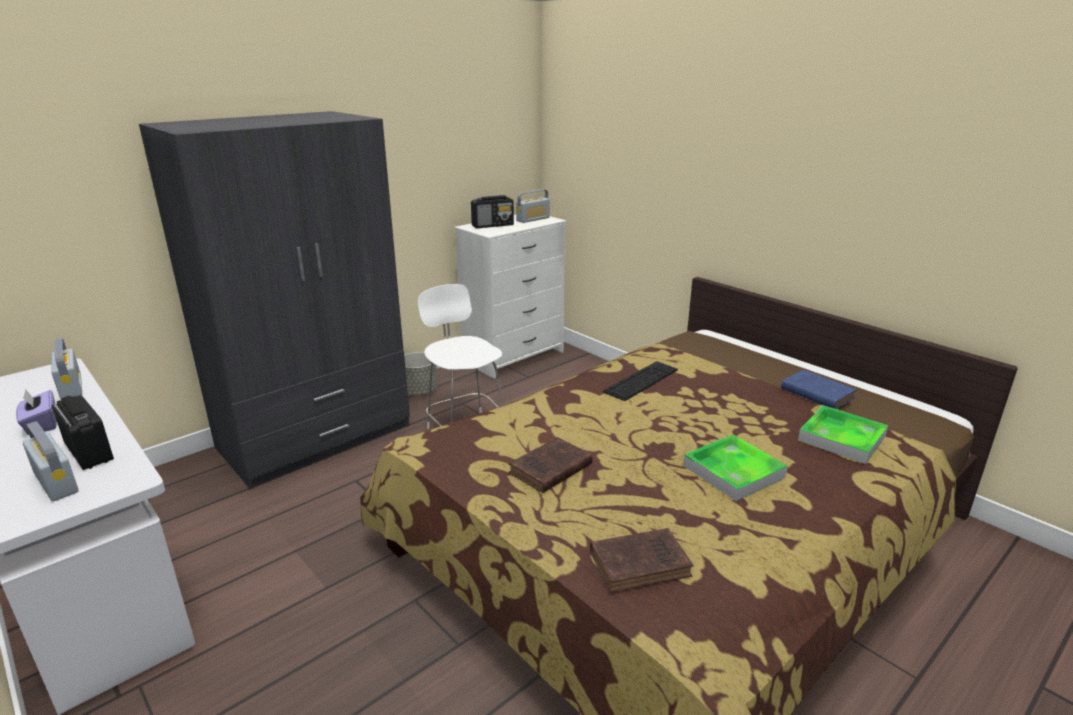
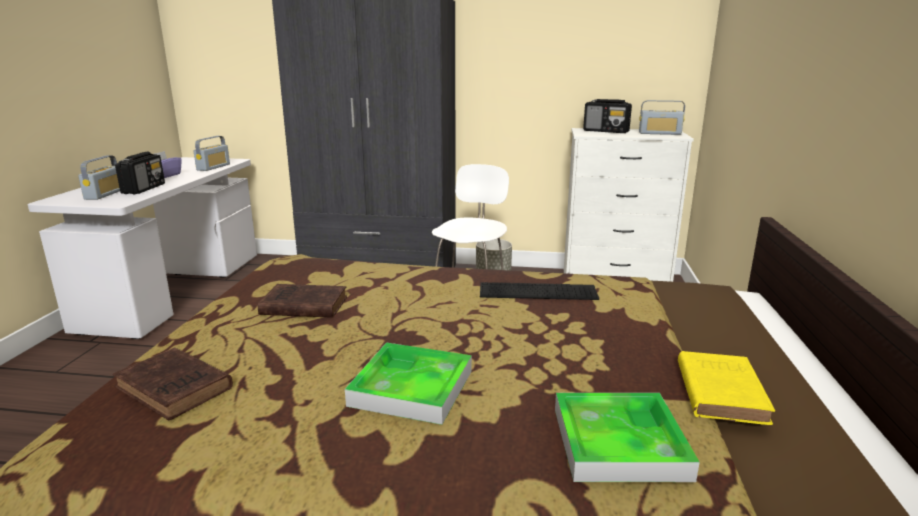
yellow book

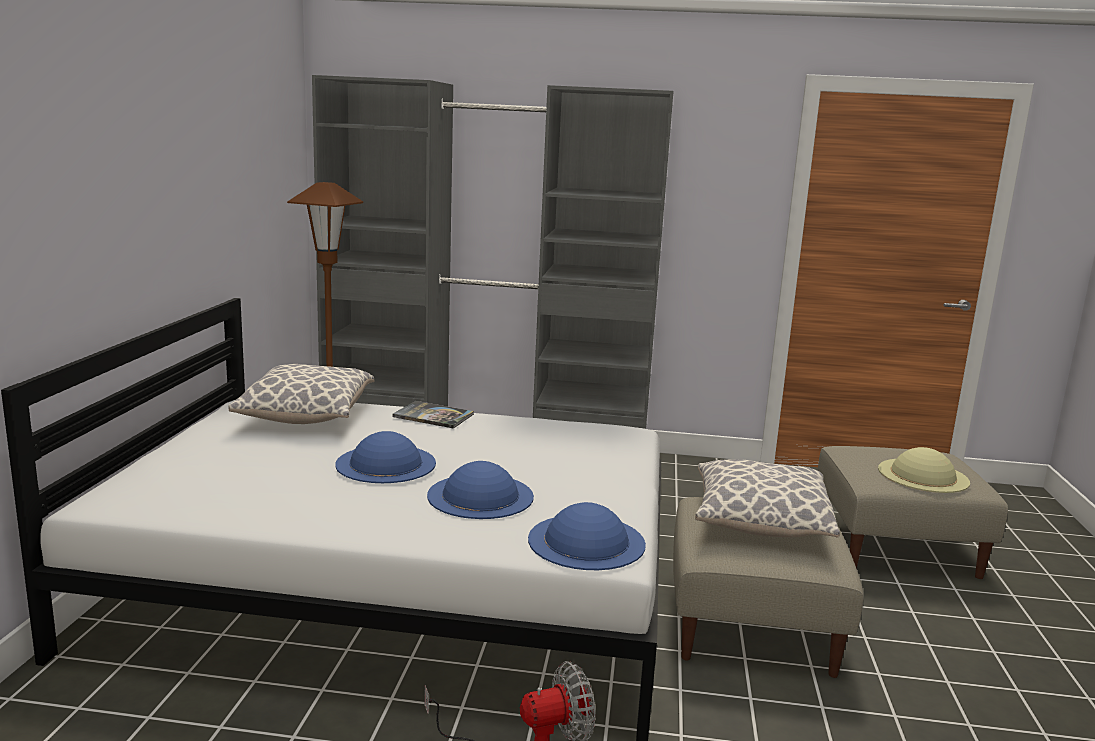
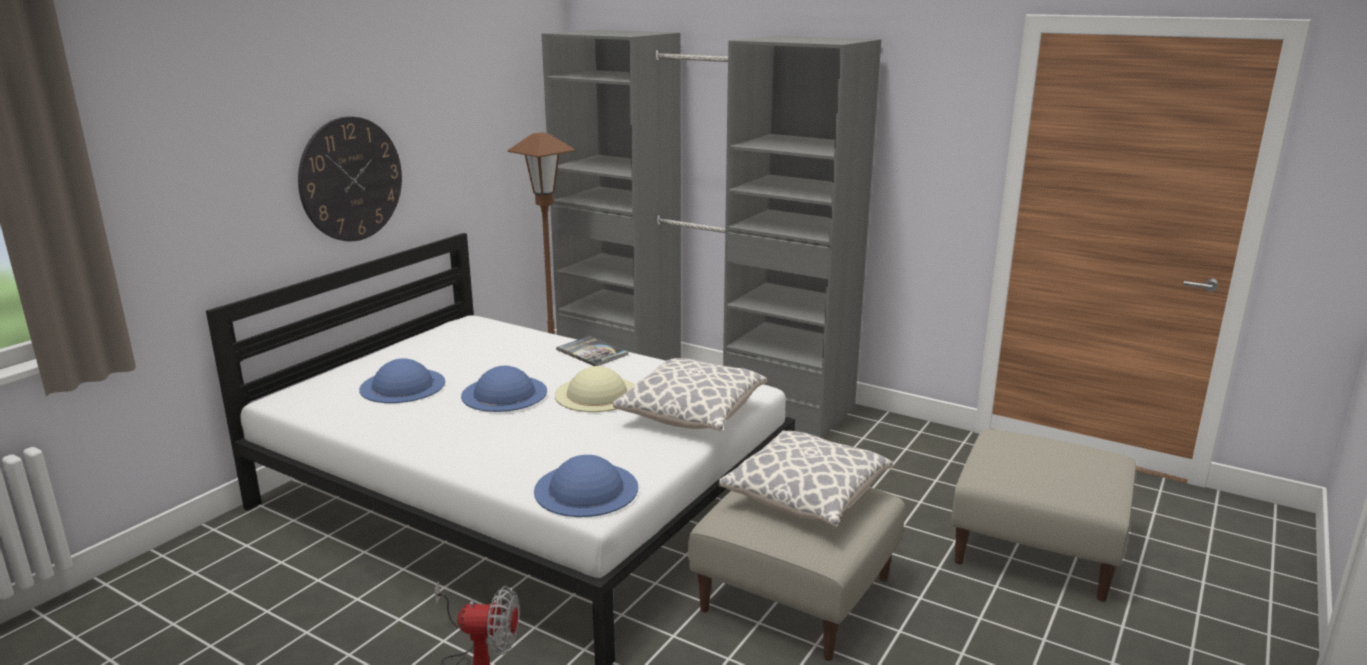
wall clock
blue hat (1st from left)
beige hat
pillow (1st from left)

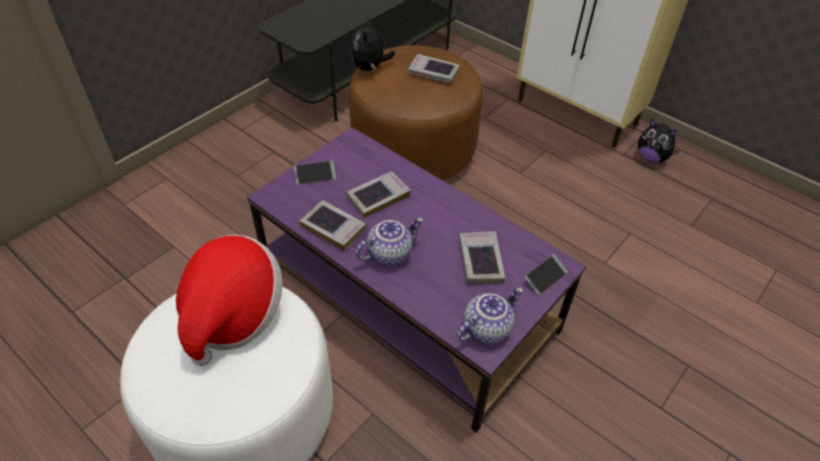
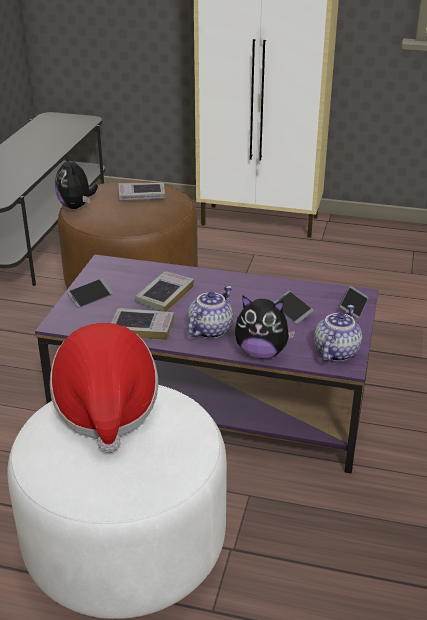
plush toy (2nd from left)
phone (2nd from left)

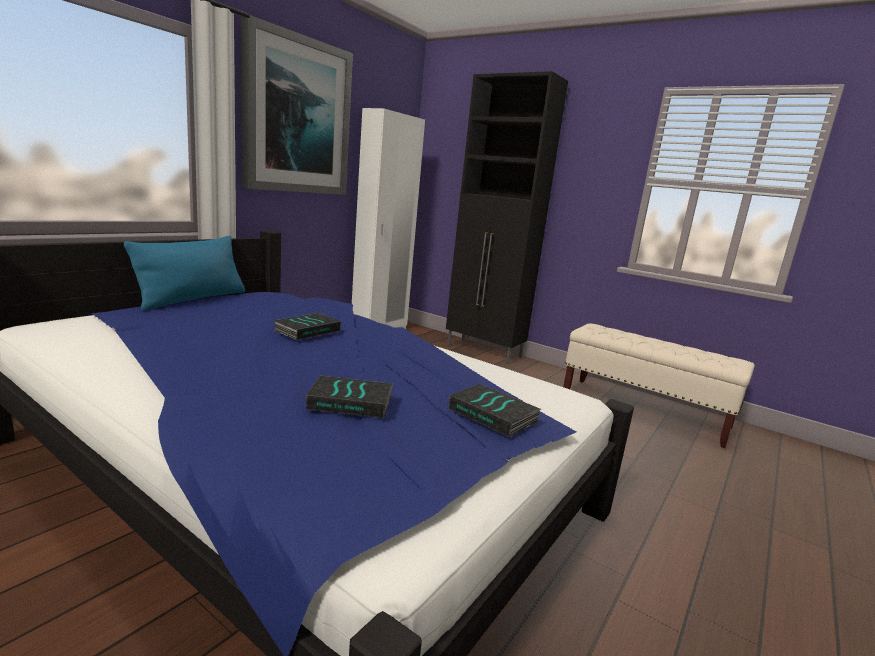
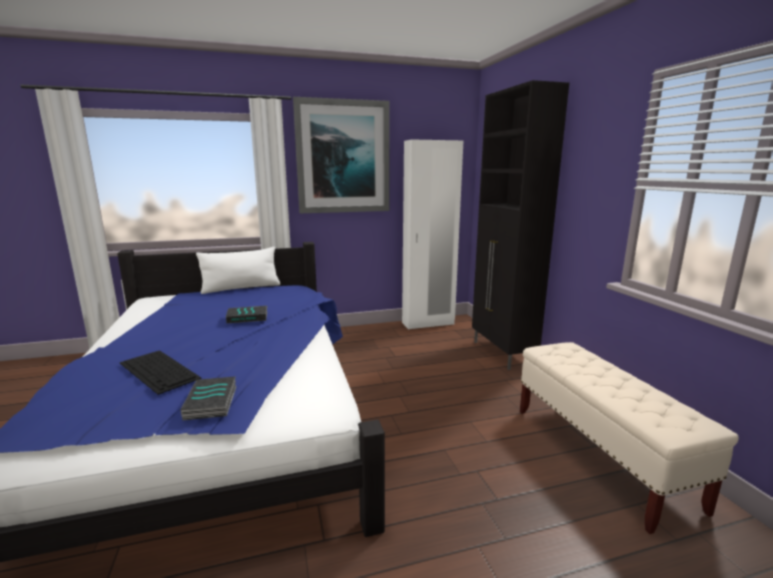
keyboard
white pillow

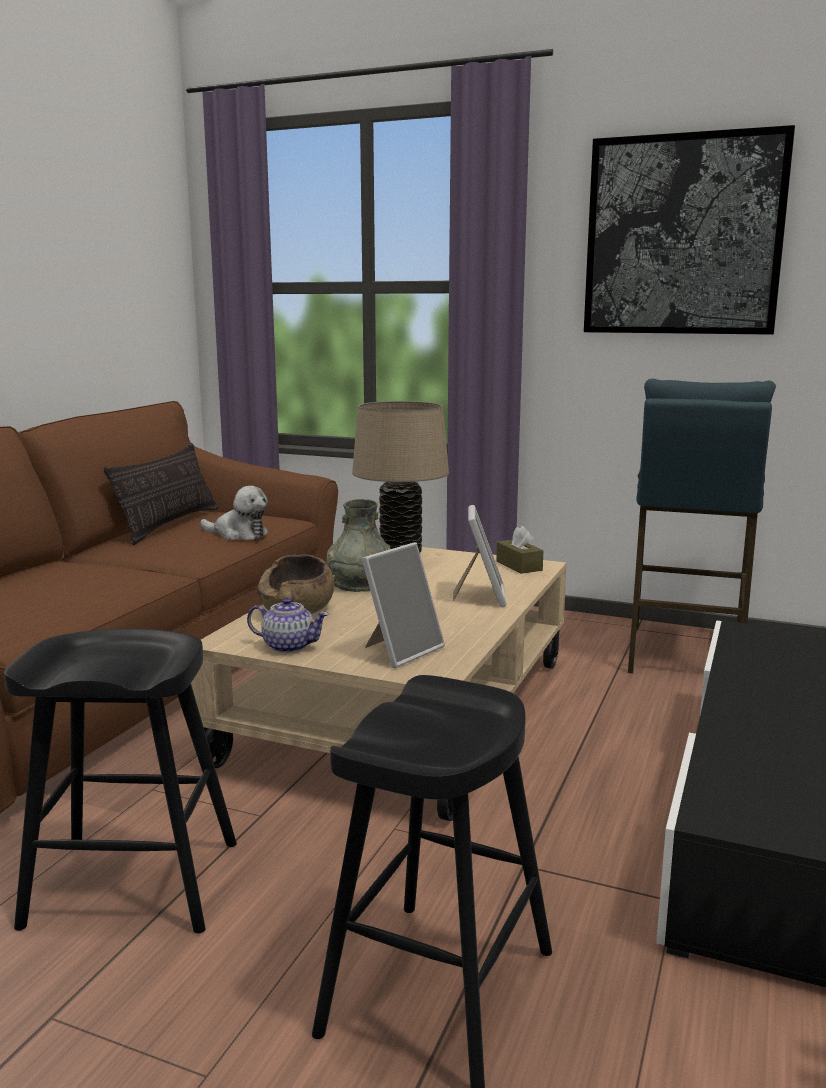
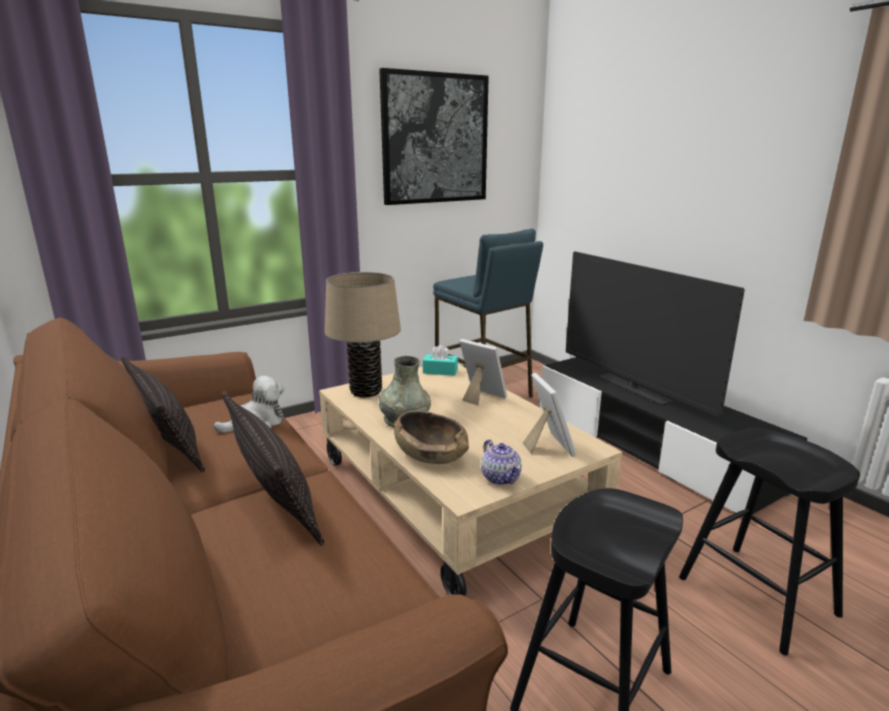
pillow (2nd from left)
turquoise tissue box
teapot
television

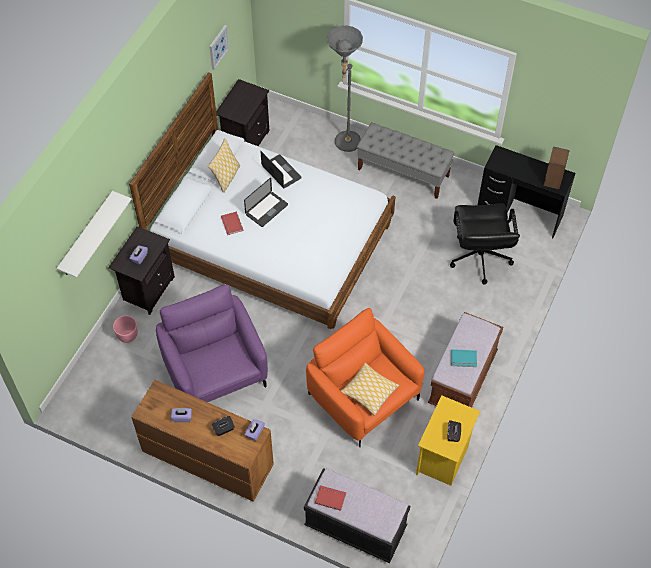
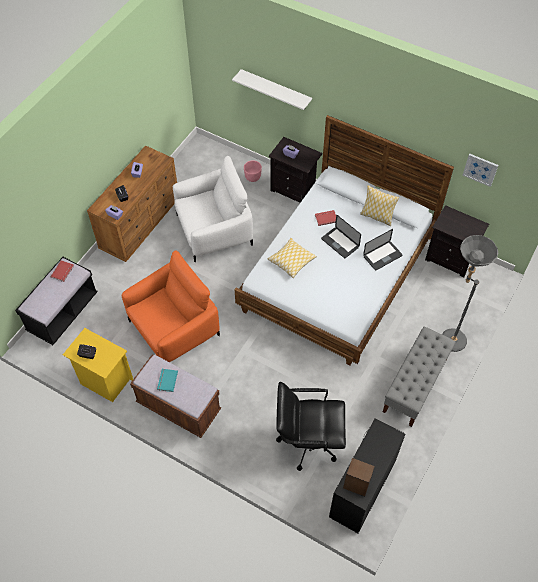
white armchair
pillow (1st from left)

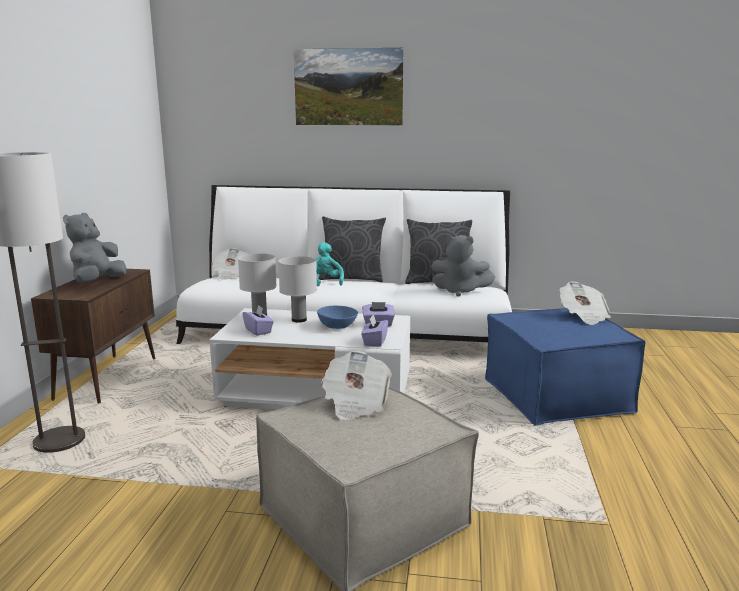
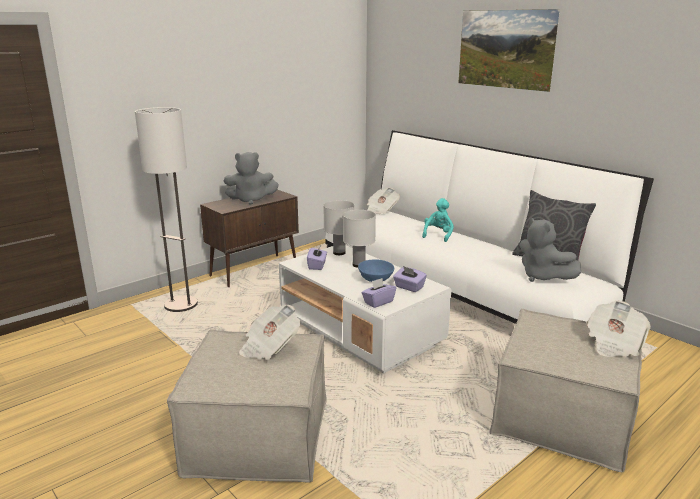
grey plush toy (1st from left)
beige ottoman (2nd from left)
grey pillow (1st from left in the first image)

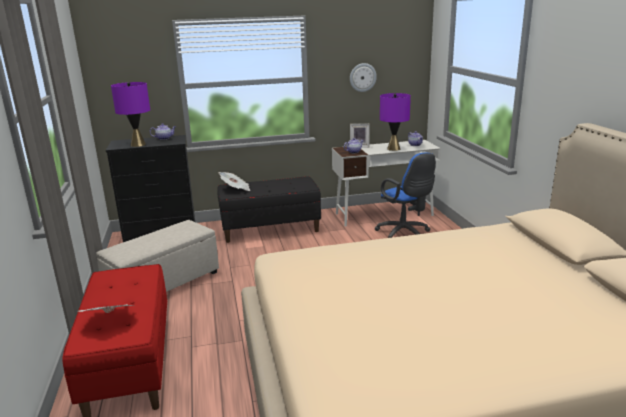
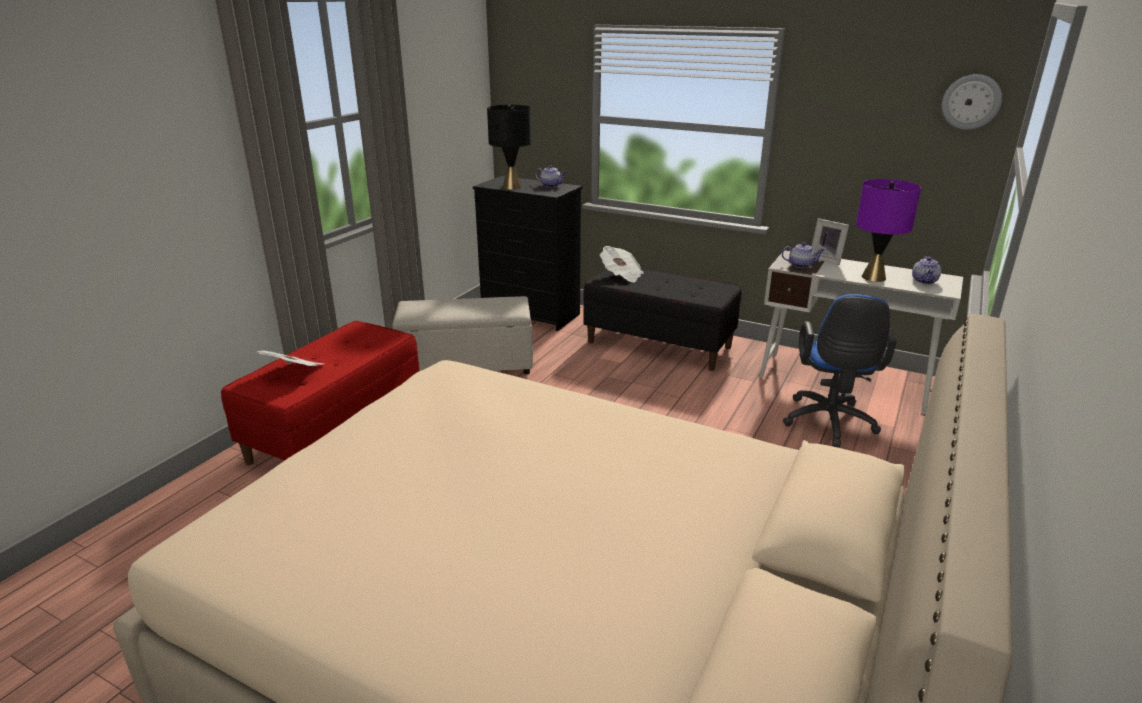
black table lamp
wall clock

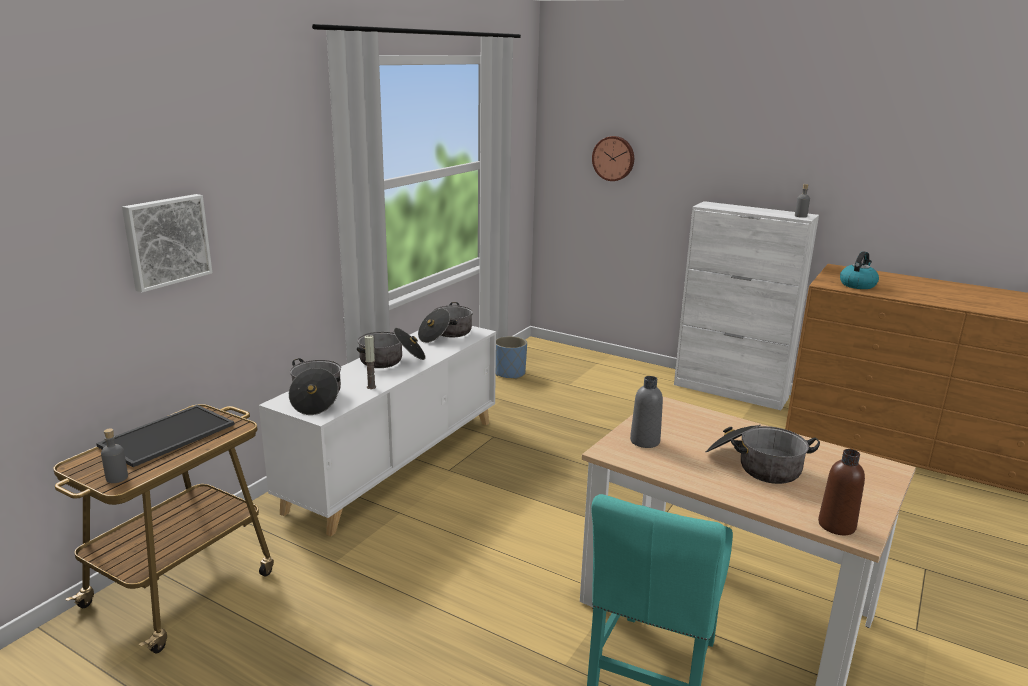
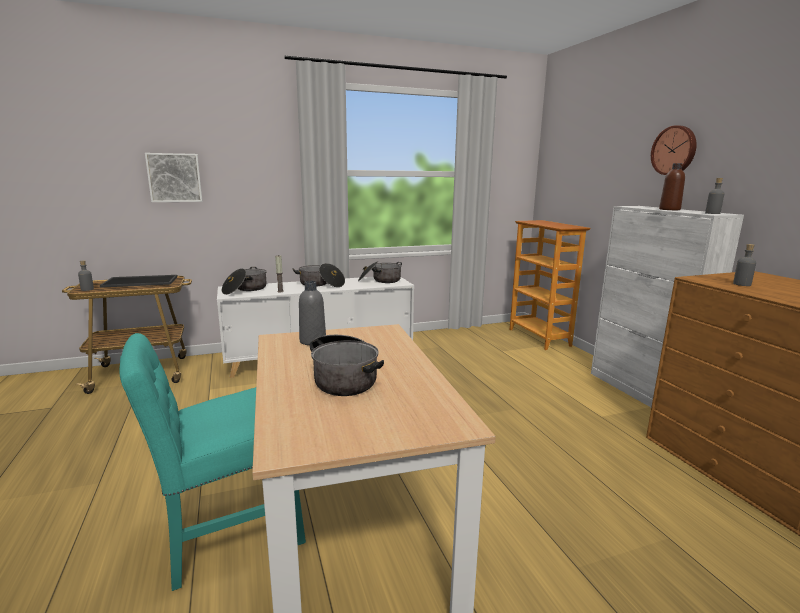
bookcase
wall clock
brown bottle
grey bottle (4th from left)
blue planter

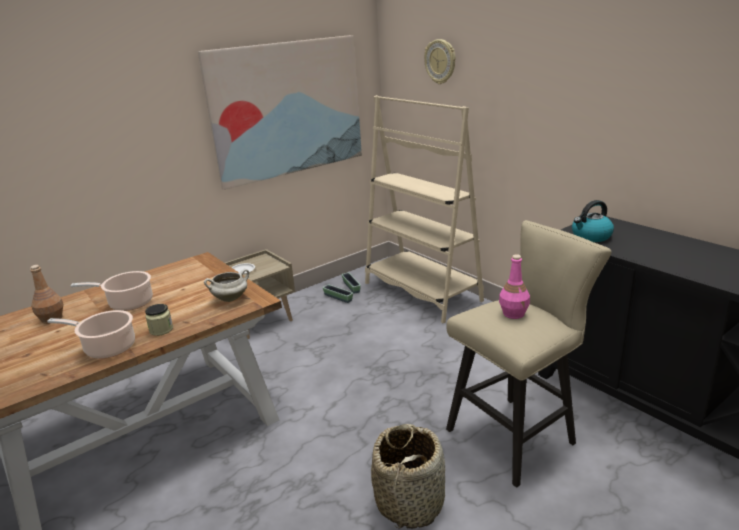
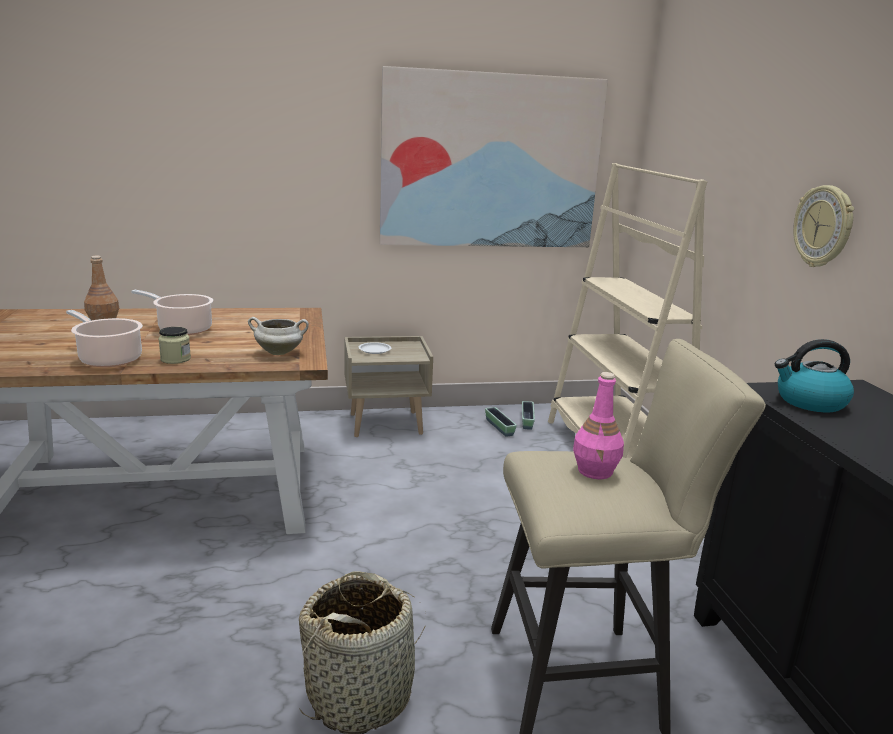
wall clock

